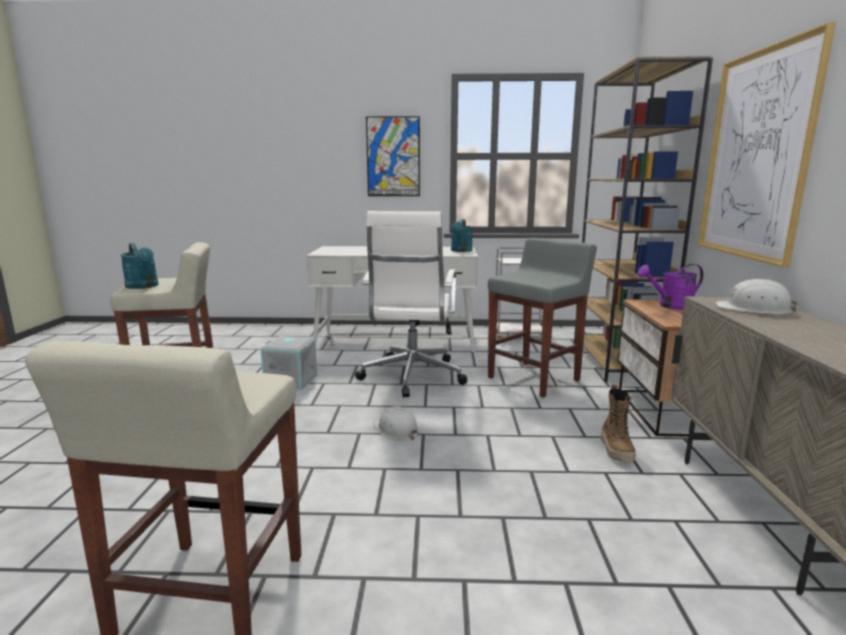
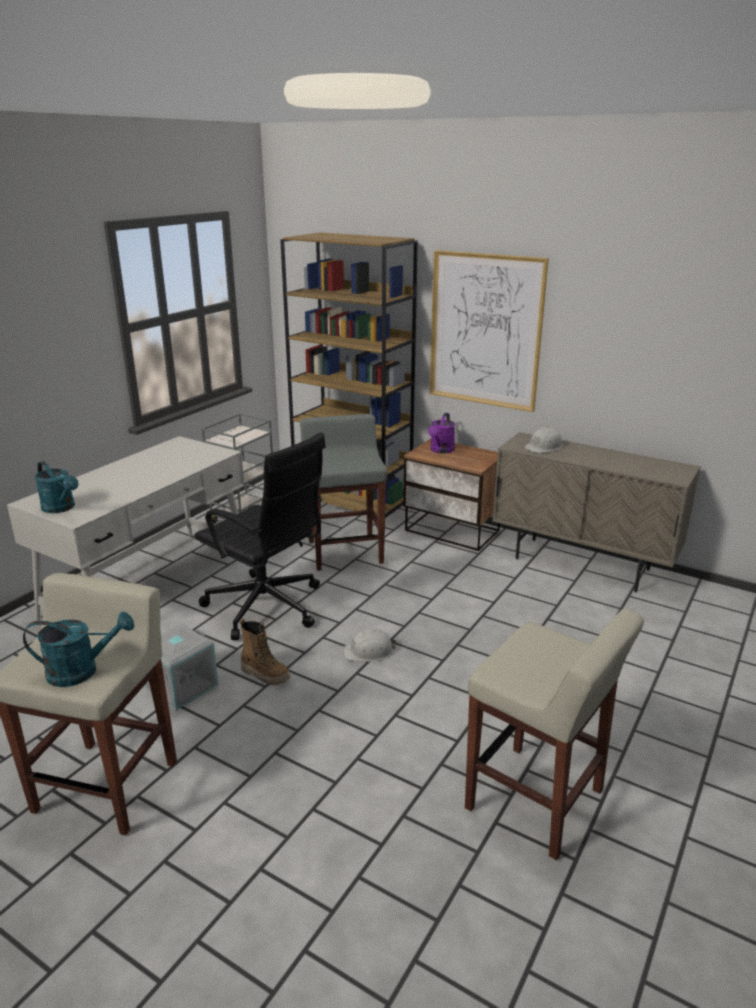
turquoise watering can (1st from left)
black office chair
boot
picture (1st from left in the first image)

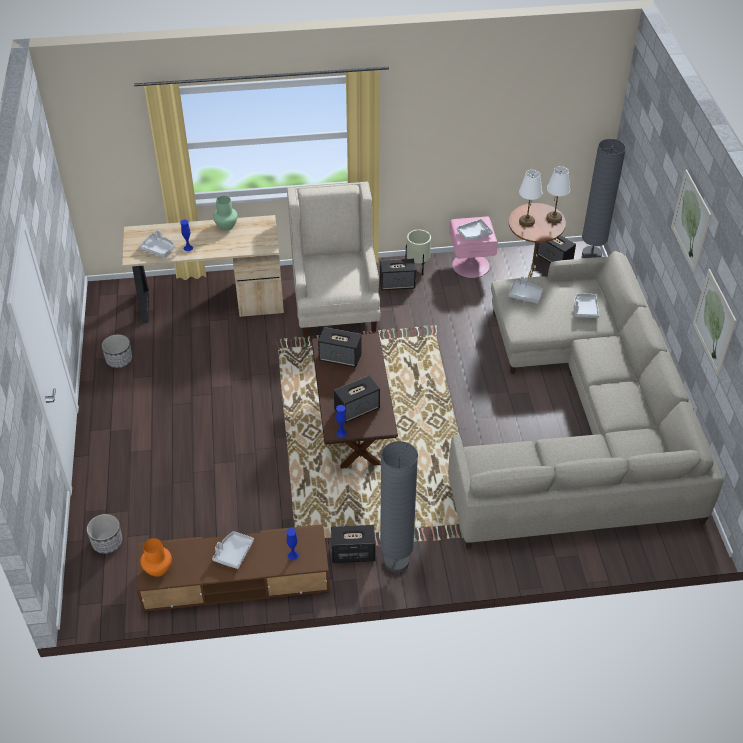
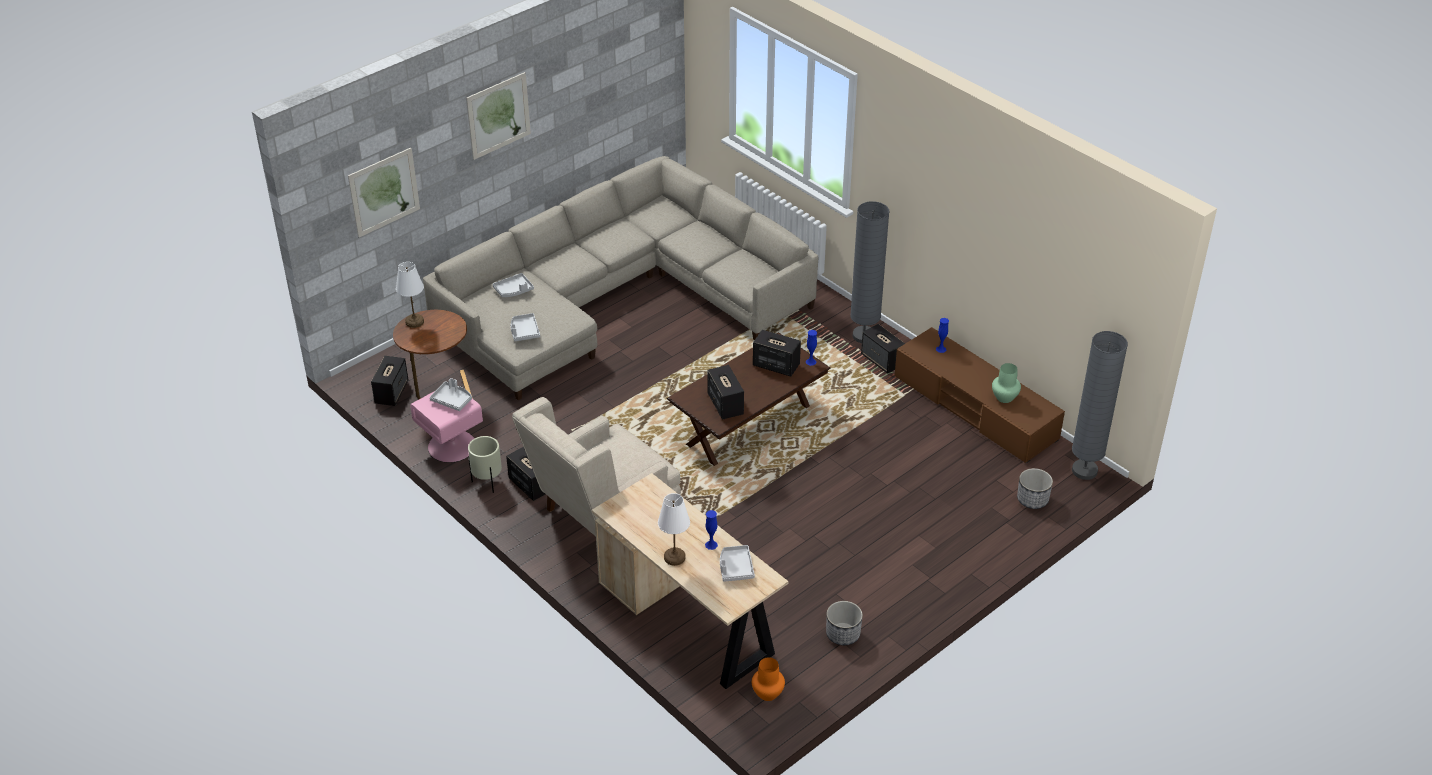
picture (1st from left)
white table lamp (2nd from left)
orange vase
green vase
grey floor lamp (2nd from left)
grey tray (2nd from left in the first image)

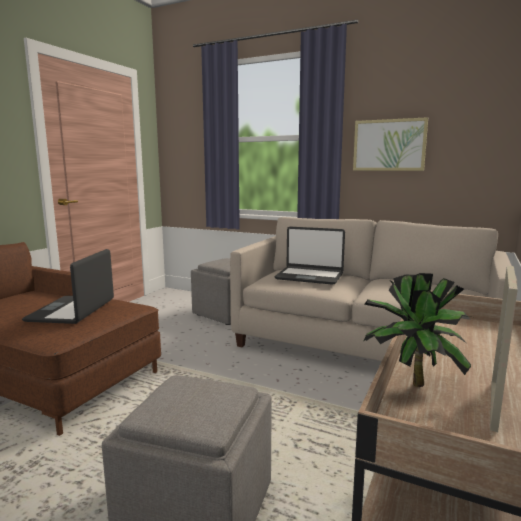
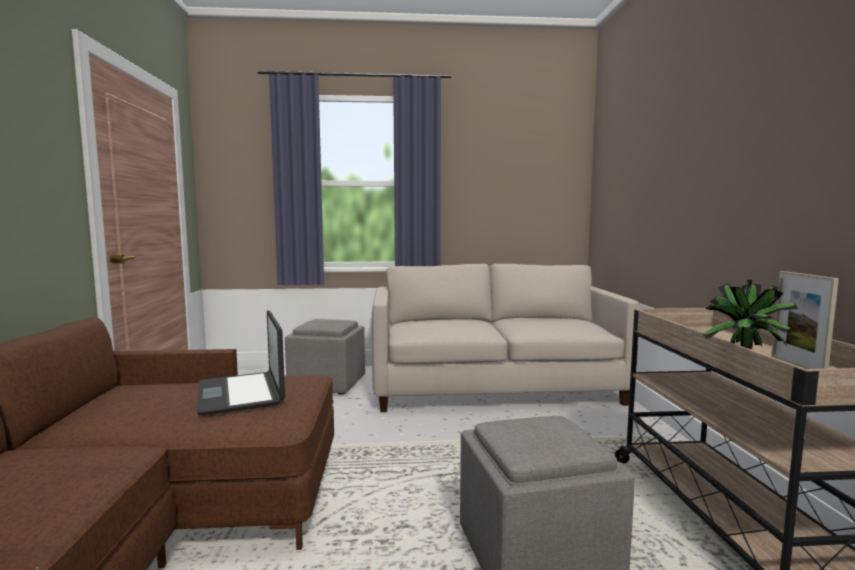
laptop (2nd from left in the first image)
picture

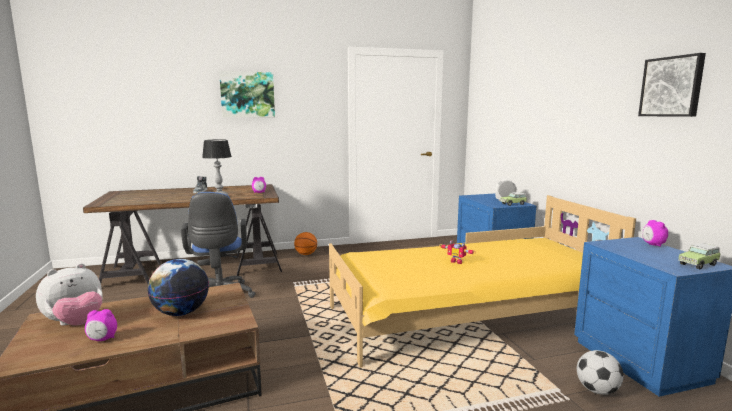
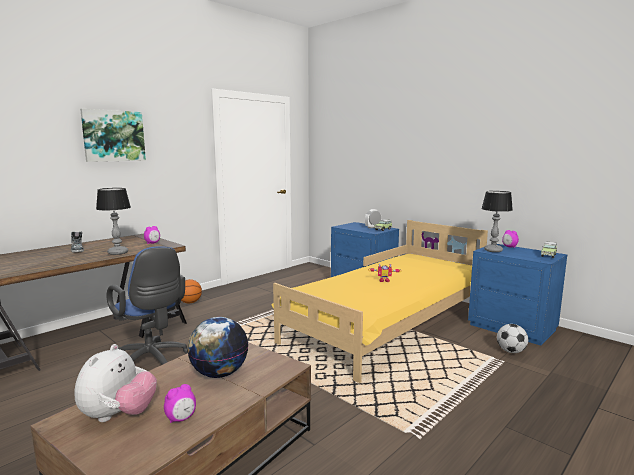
table lamp (2nd from left)
picture (2nd from left in the first image)

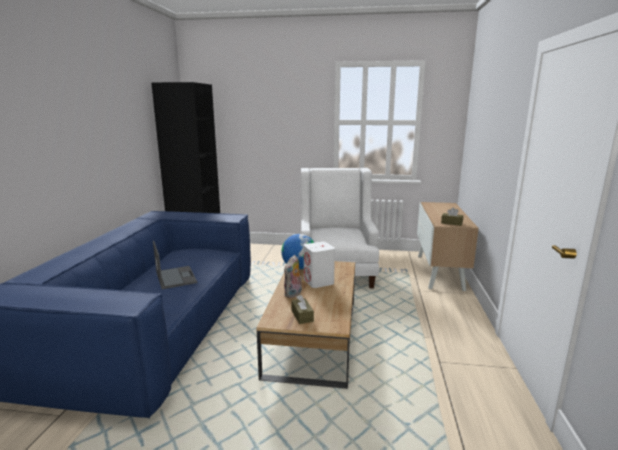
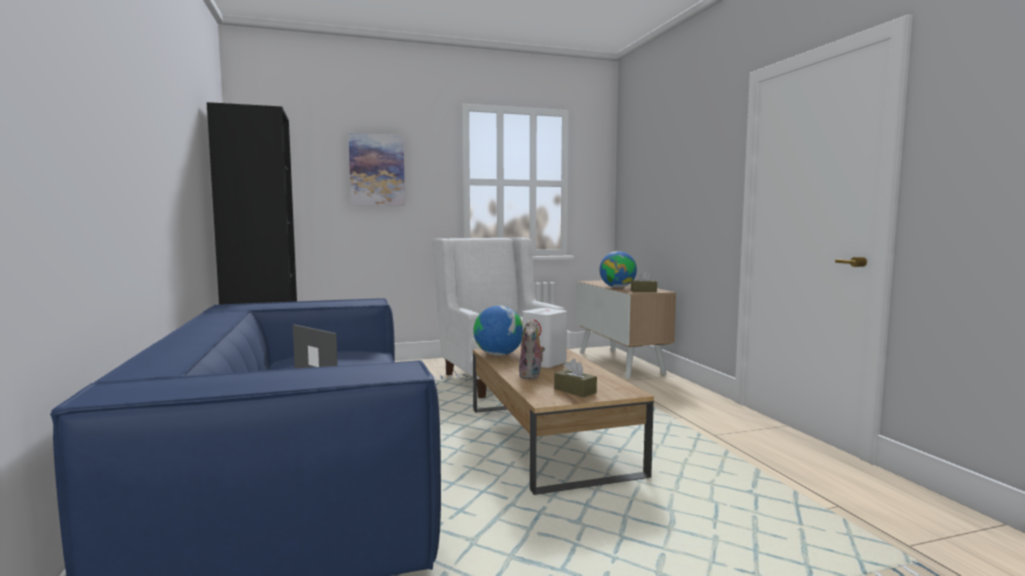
picture
globe (2nd from left)

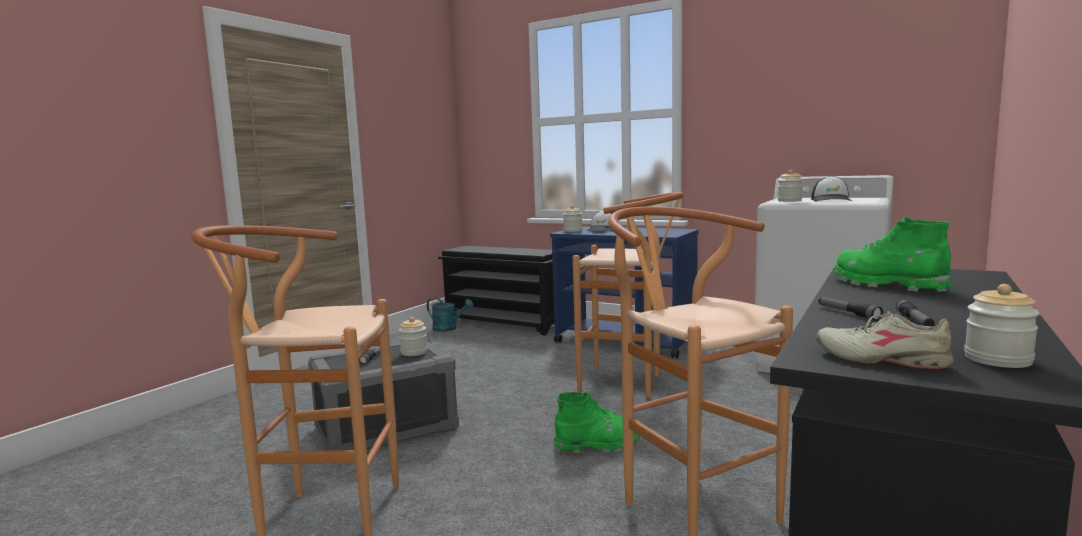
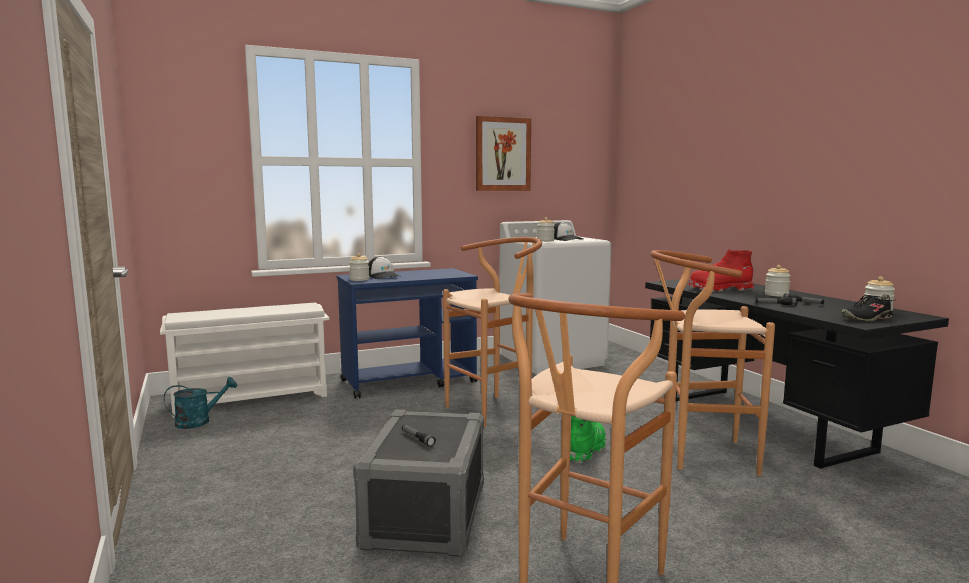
white shoe rack
picture
red boot
jar (3rd from left)
black shoe

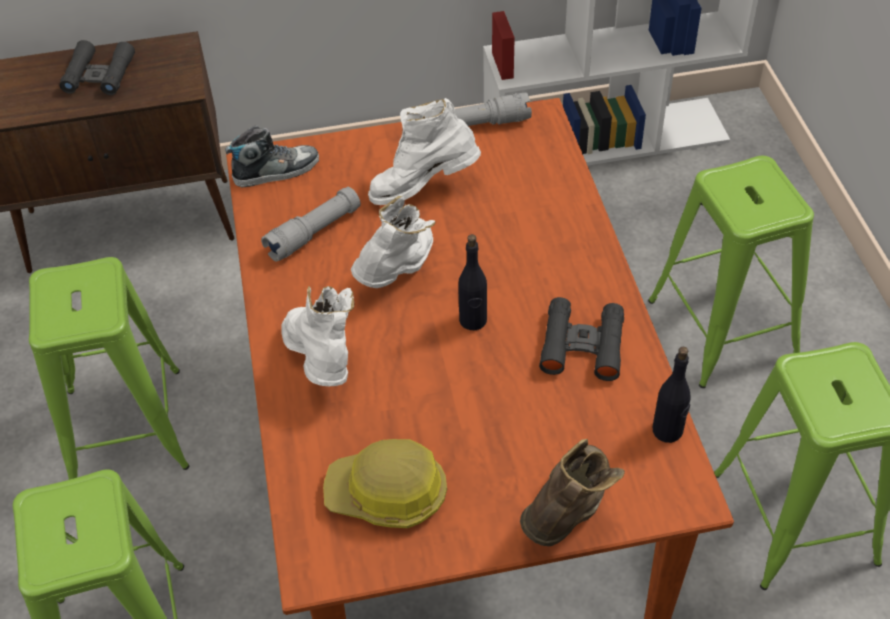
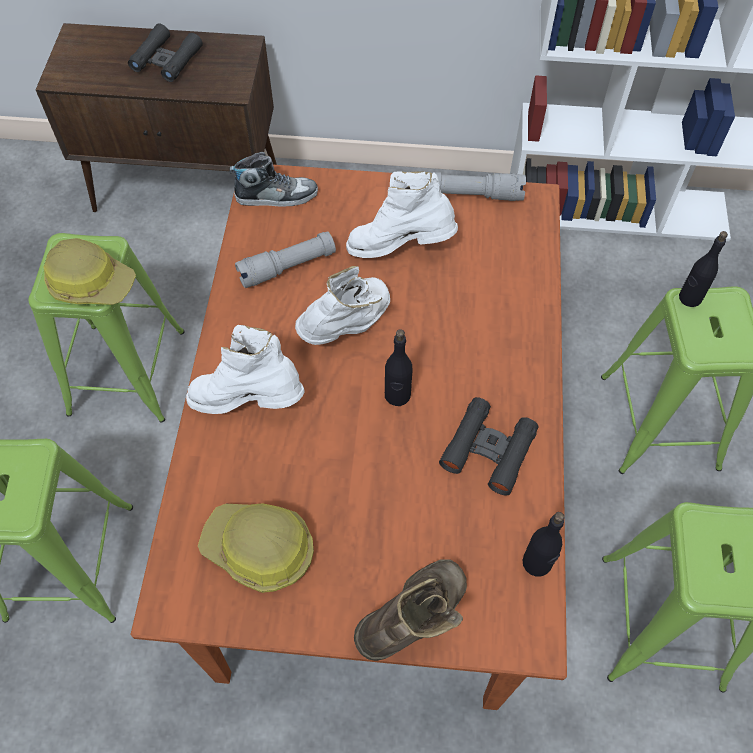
hard hat (1st from left)
white boot (1st from left)
black bottle (3rd from left)

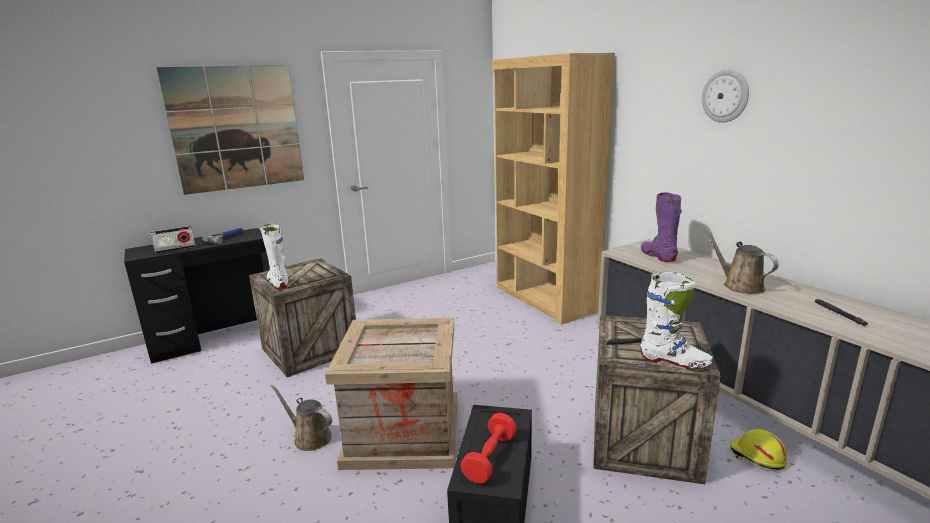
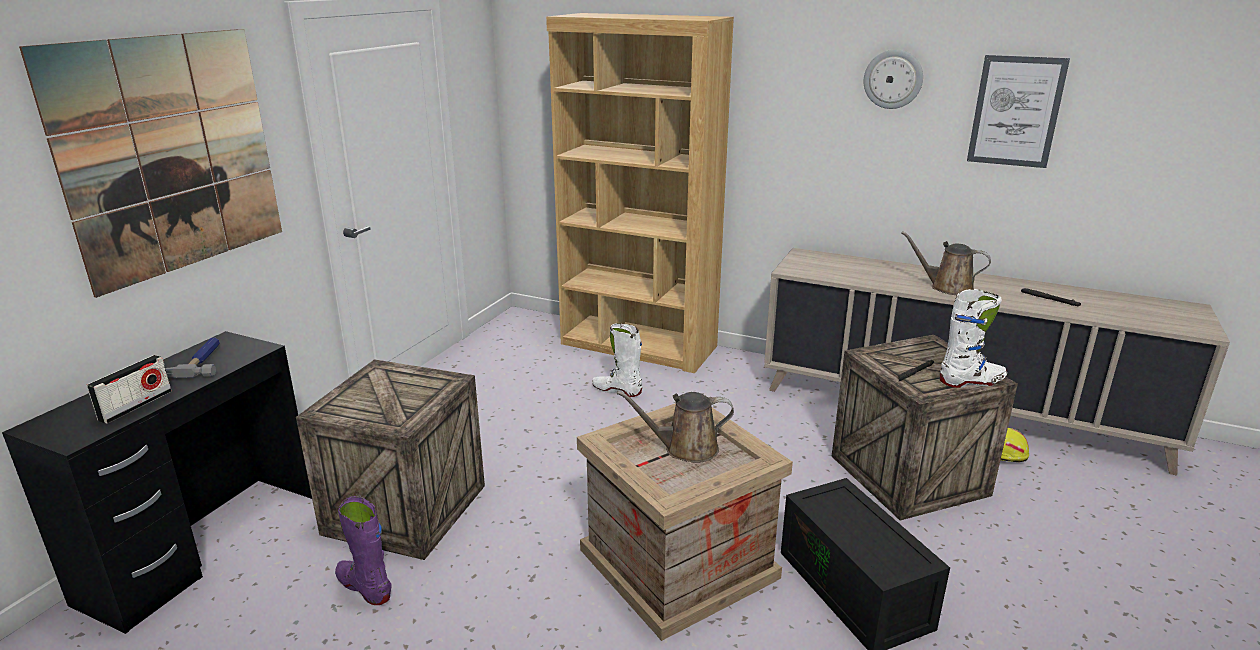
purple boot
white boot (1st from left)
brown watering can (1st from left)
picture (2nd from left)
red dumbbell

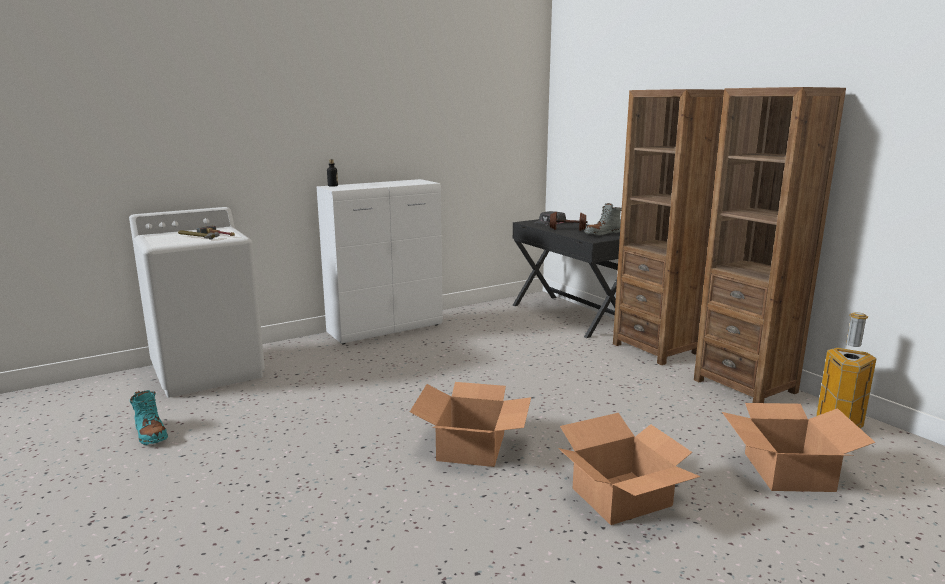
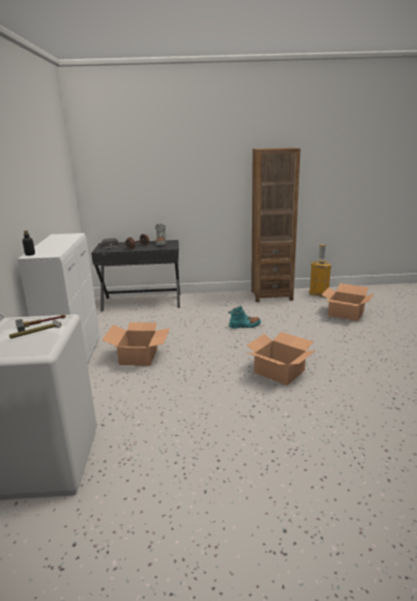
cardboard box (1st from left)
turquoise boot
brown bookcase (1st from left in the first image)

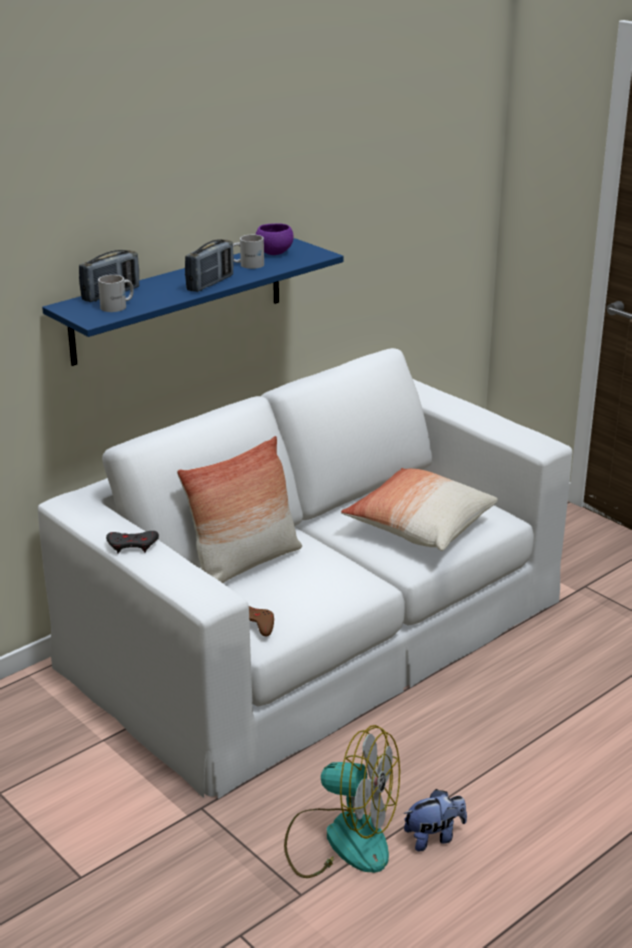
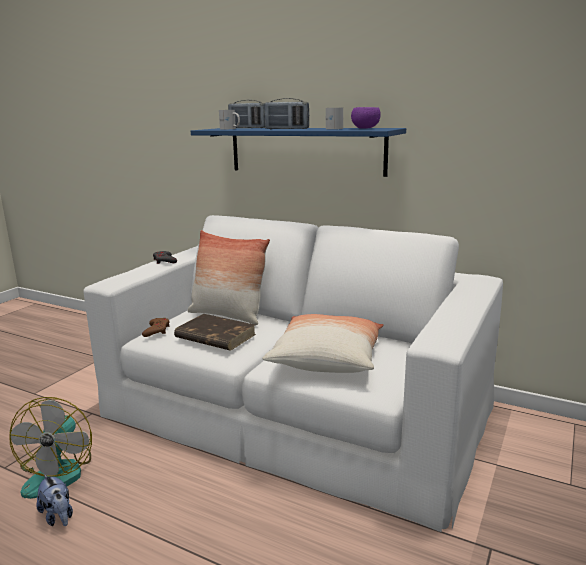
brown book

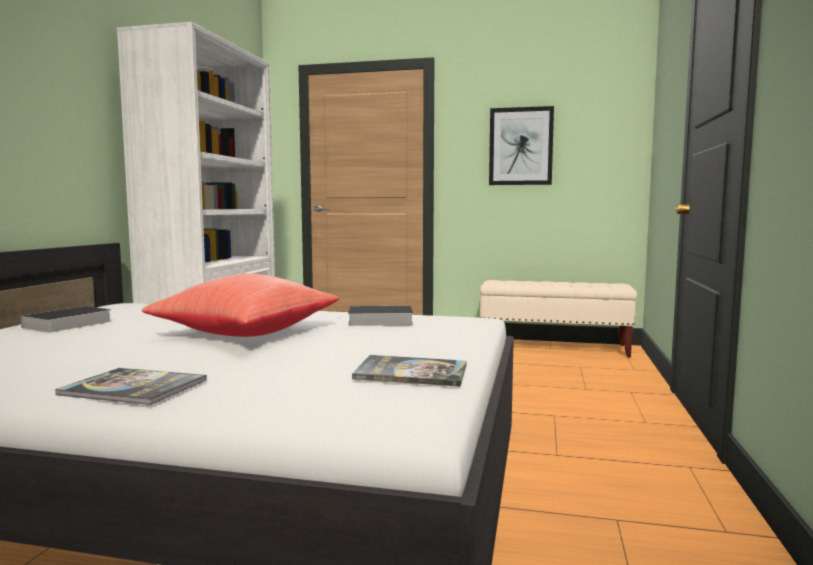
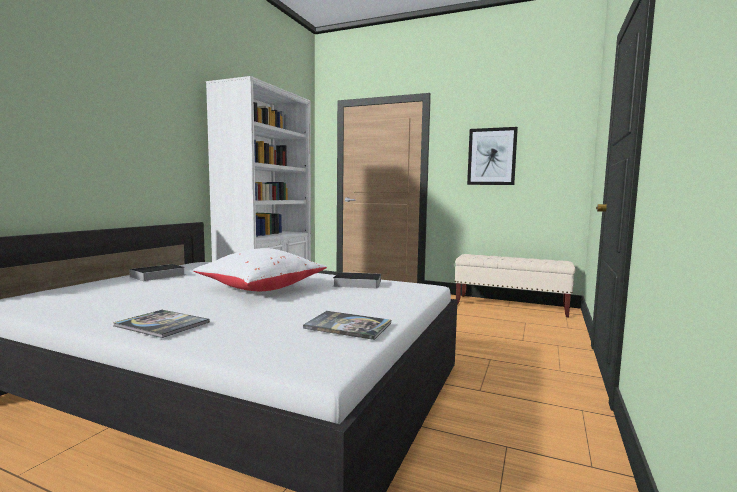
white pillow

